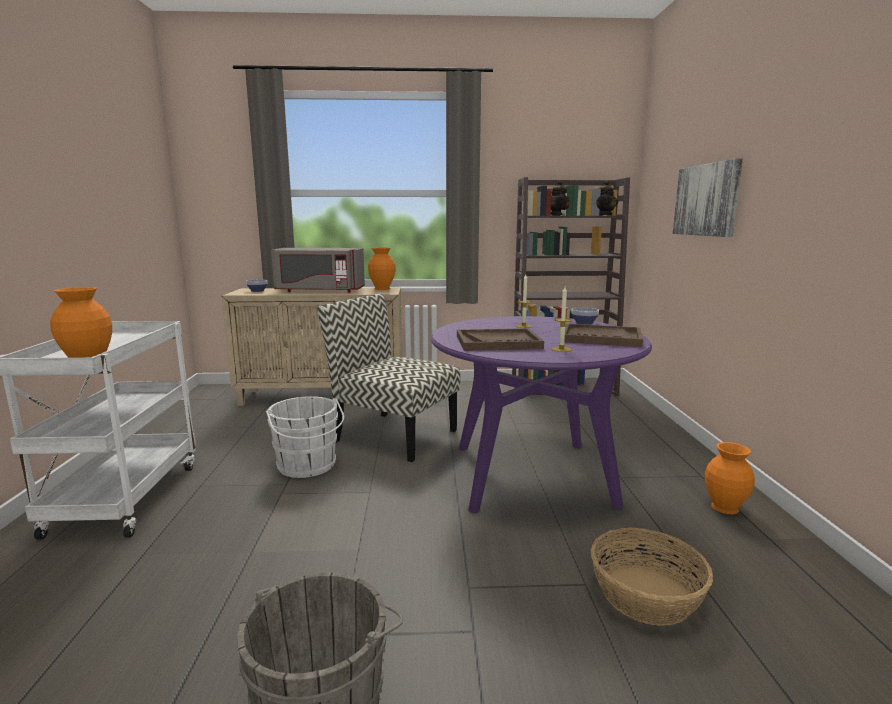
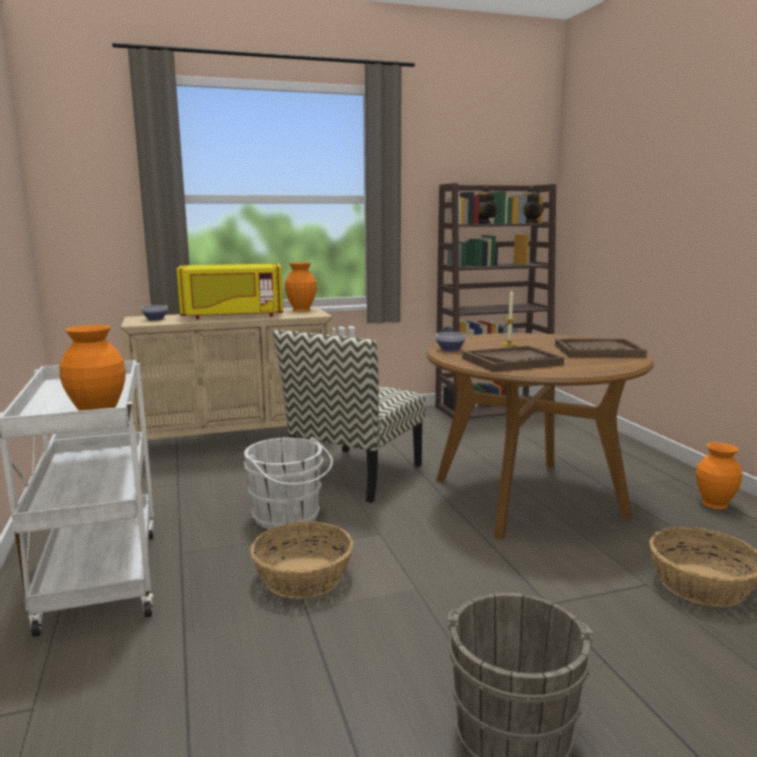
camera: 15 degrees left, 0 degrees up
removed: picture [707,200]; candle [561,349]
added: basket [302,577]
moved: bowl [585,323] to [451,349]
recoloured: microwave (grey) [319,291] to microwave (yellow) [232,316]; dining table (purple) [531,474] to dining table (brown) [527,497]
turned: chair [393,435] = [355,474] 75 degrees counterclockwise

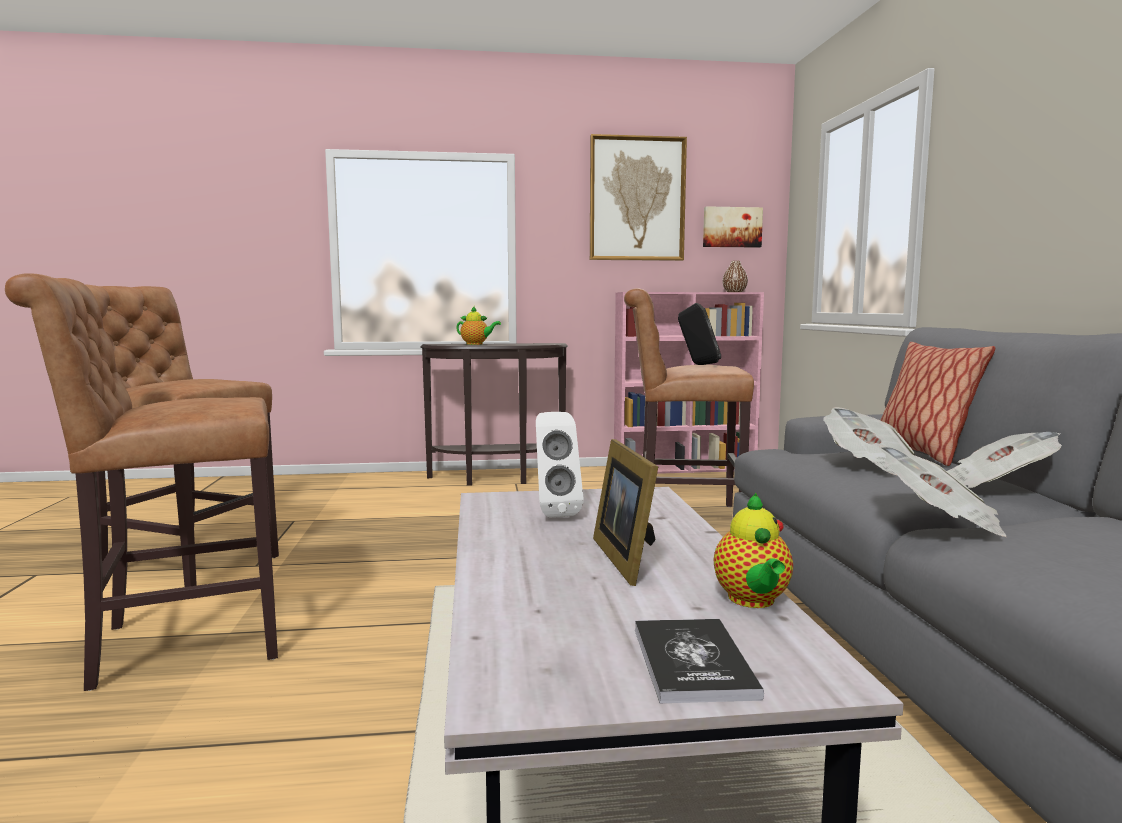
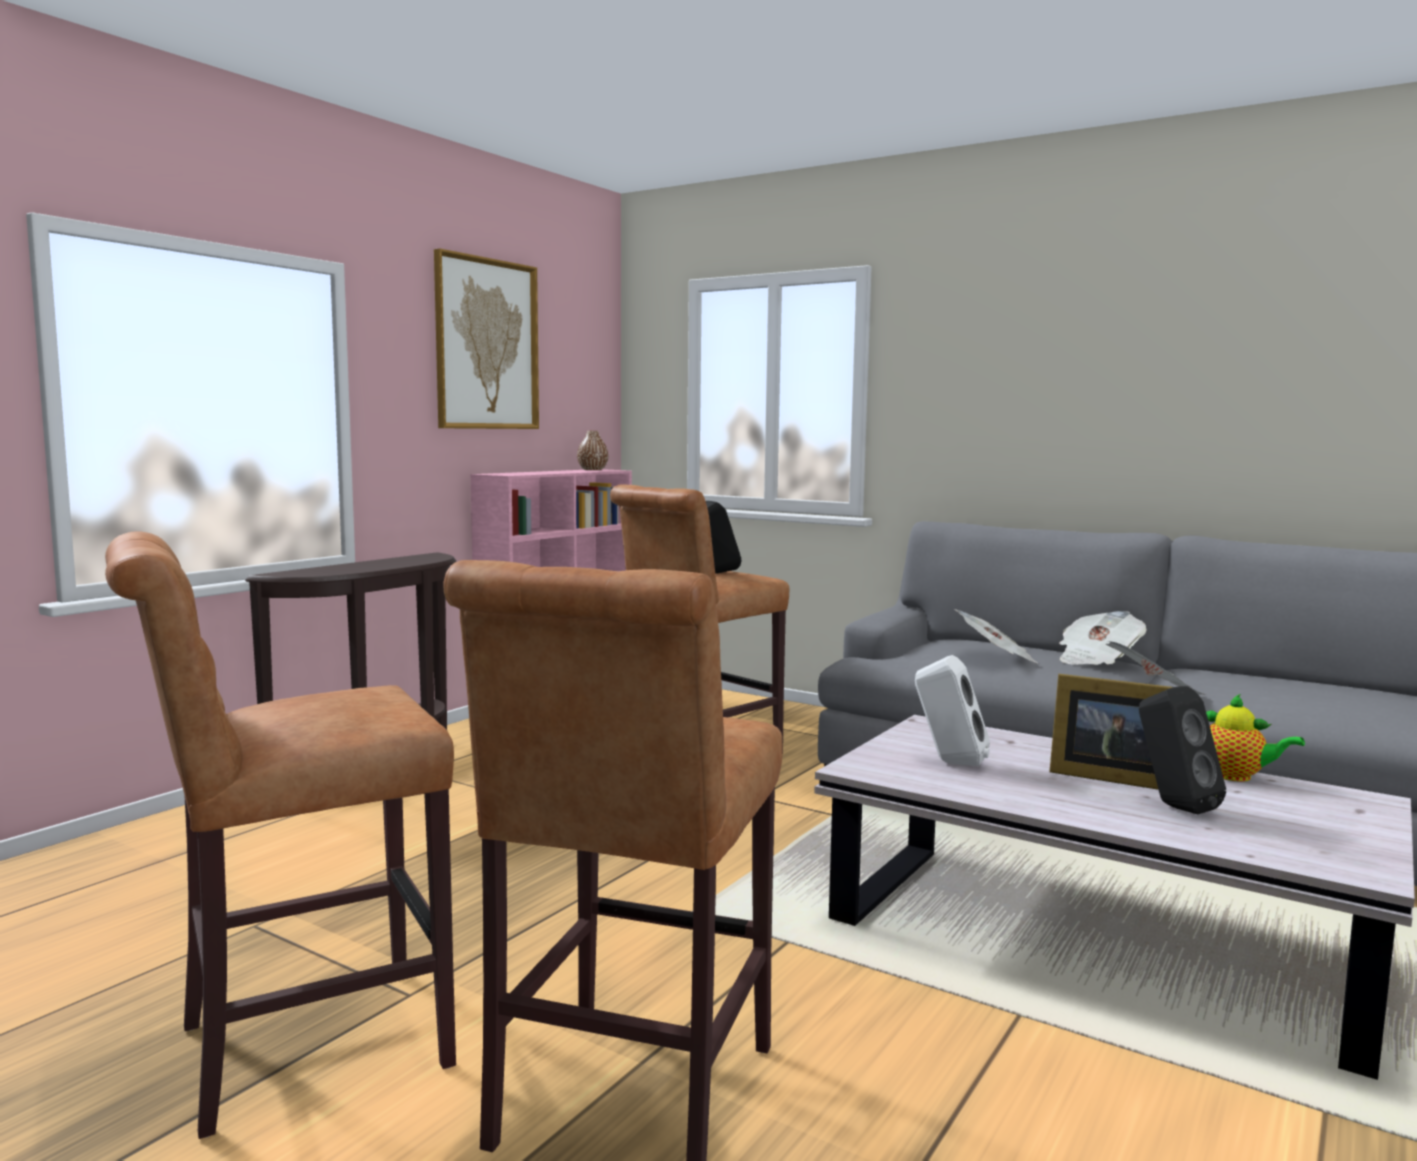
camera: 50 degrees left, 0 degrees up
removed: picture [731,227]; teapot [476,344]; pillow [922,454]; book [693,662]
added: speaker (black) [1173,806]

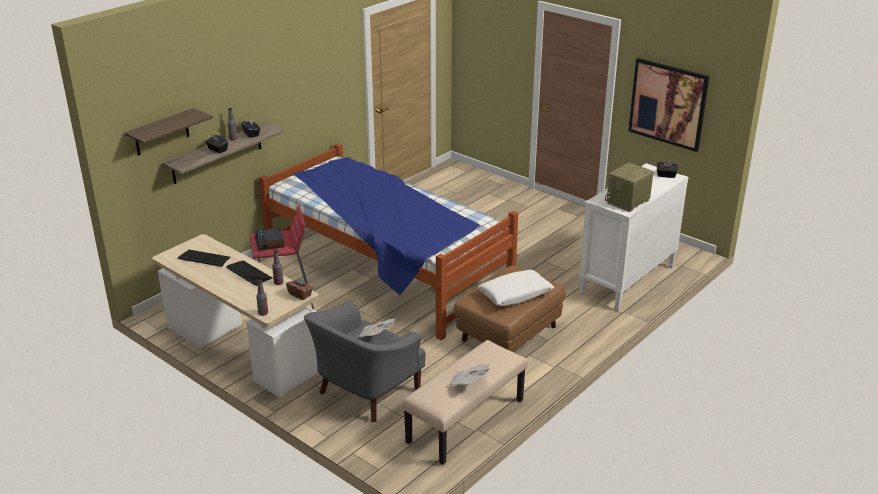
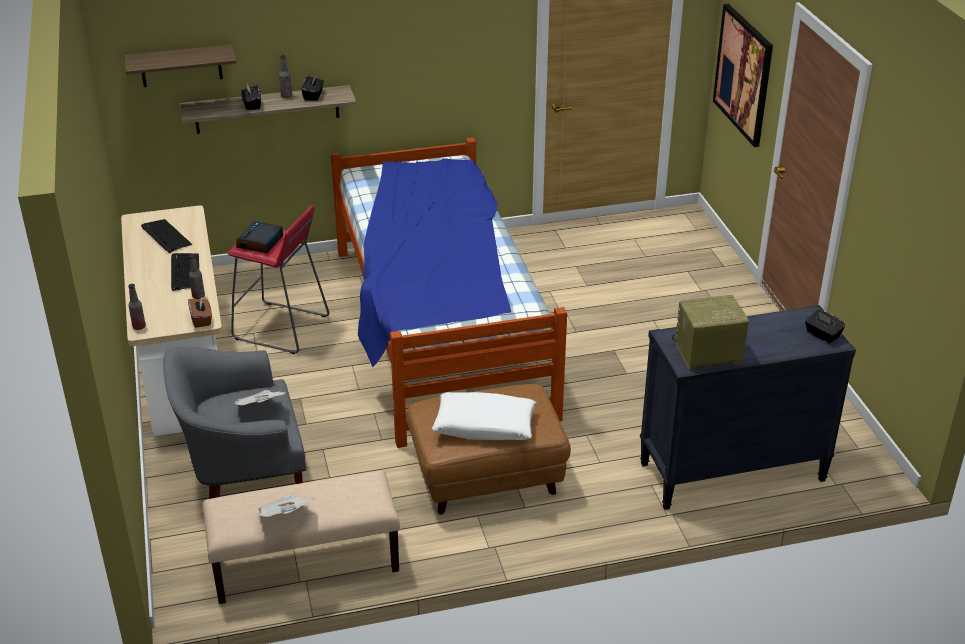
camera: 35 degrees right, 5 degrees up
moved: picture [668,104] to [743,74]
recoloured: dresser (white) [627,281] to dresser (black) [731,472]

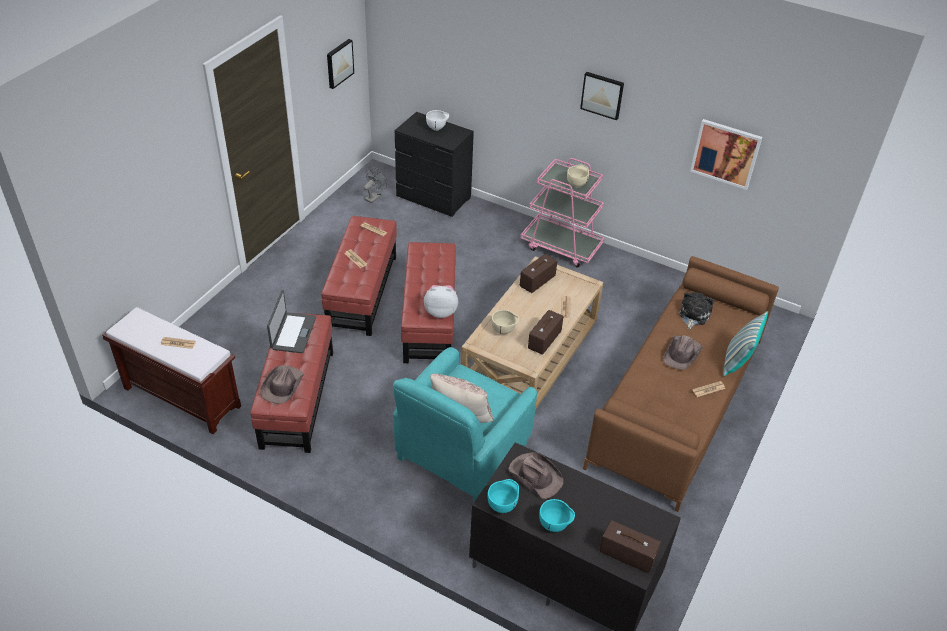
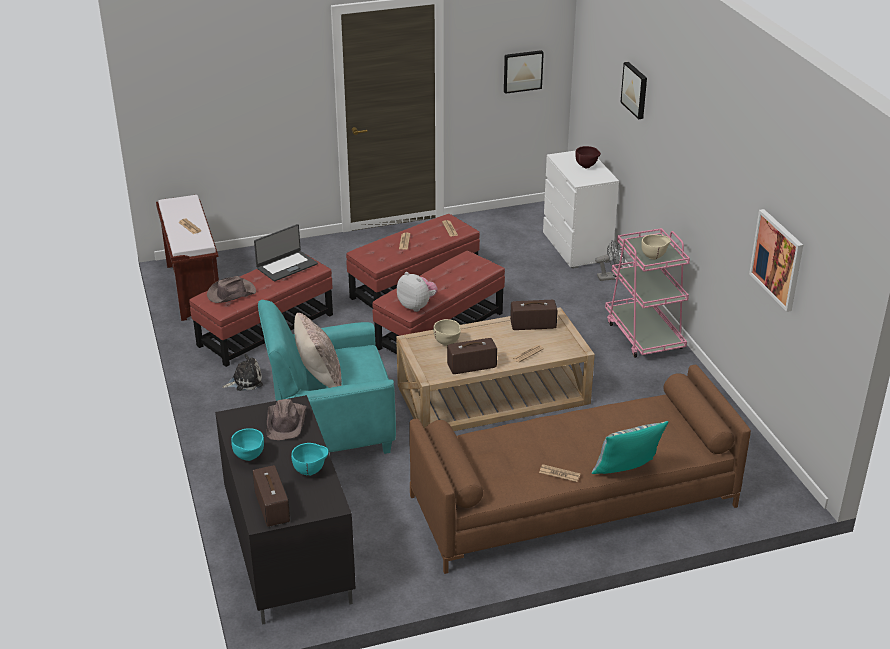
camera: 45 degrees right, 10 degrees down
removed: hat (brown) [682,354]
moved: picture [602,95] to [635,90]; fan (grey) [374,197] to [610,277]; plush toy [693,315] to [245,381]; bowl (turquoise) [503,505] to [311,472]
recoloured: bowl (white) [437,128] to bowl (brown) [587,167]; dresser (black) [434,197] to dresser (white) [577,248]

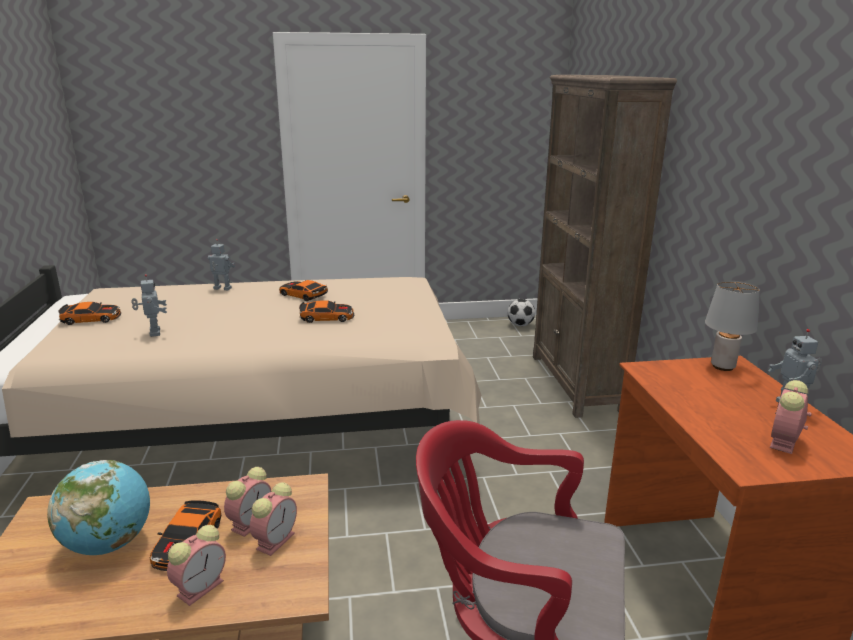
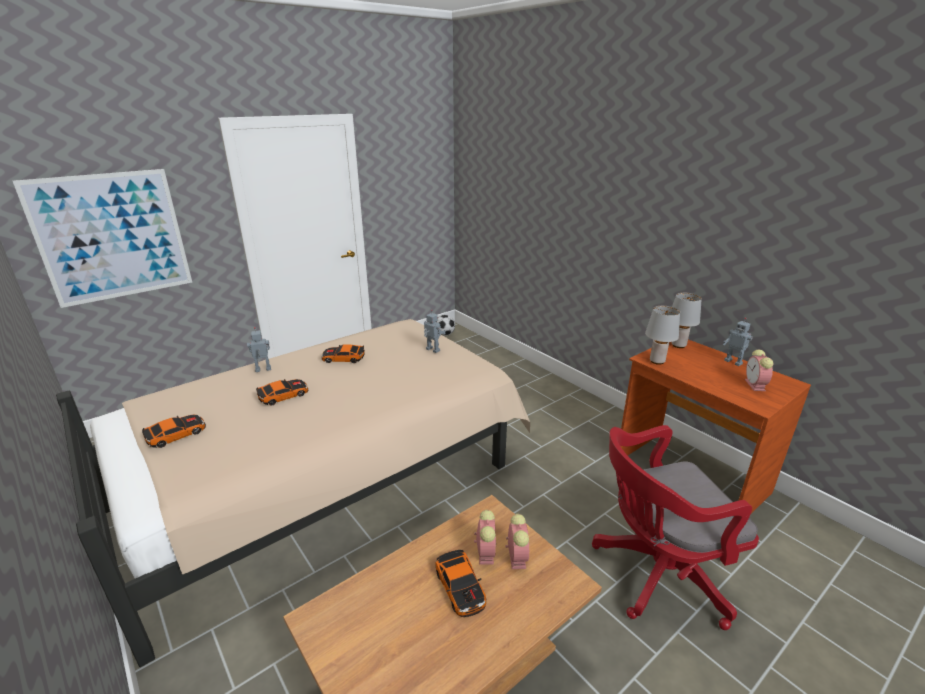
camera: 30 degrees left, 5 degrees up
removed: bookcase (brown) [576,383]; globe [109,543]; alarm clock [201,587]
added: picture [112,237]; table lamp (grey) [656,361]
moved: toy robot [153,333] to [432,350]; toy car [327,317] to [283,395]

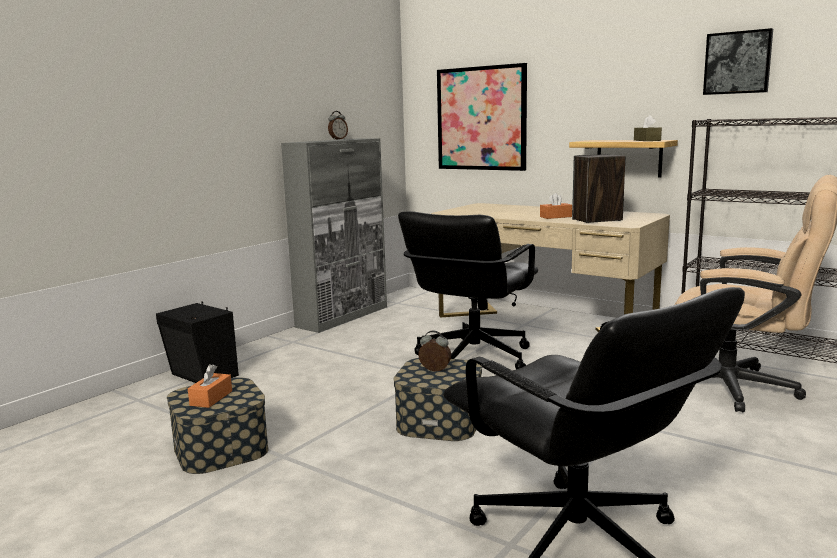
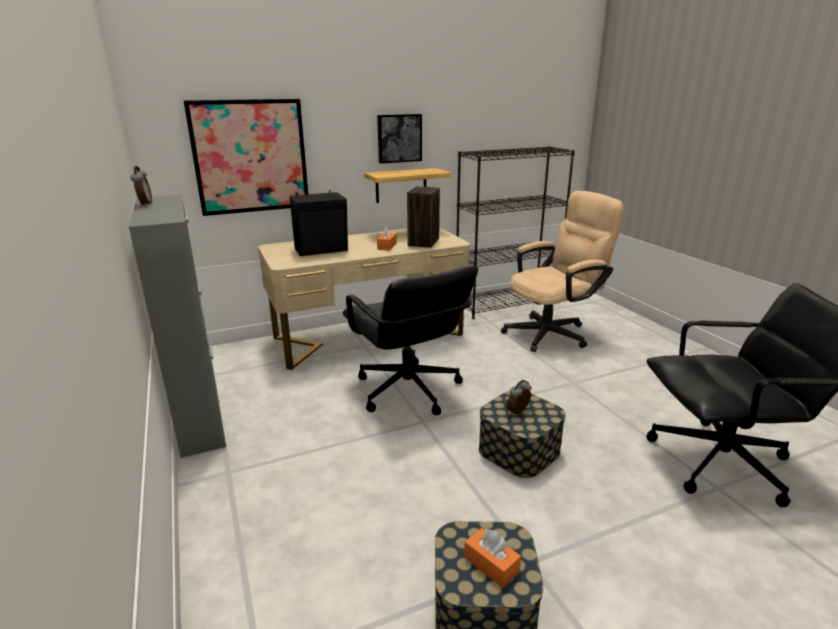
camera: 60 degrees left, 10 degrees up
removed: tissue box (brown) [647,140]
moved: picture [737,63] to [399,138]; speaker (black) [202,376] to [322,250]

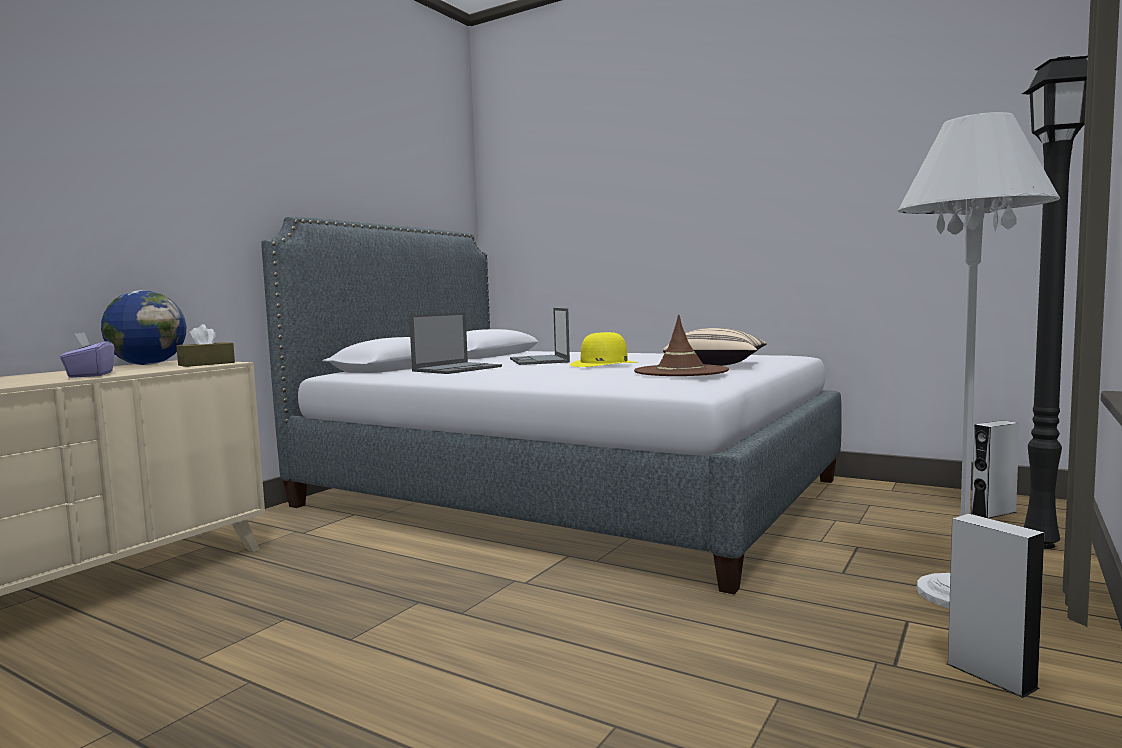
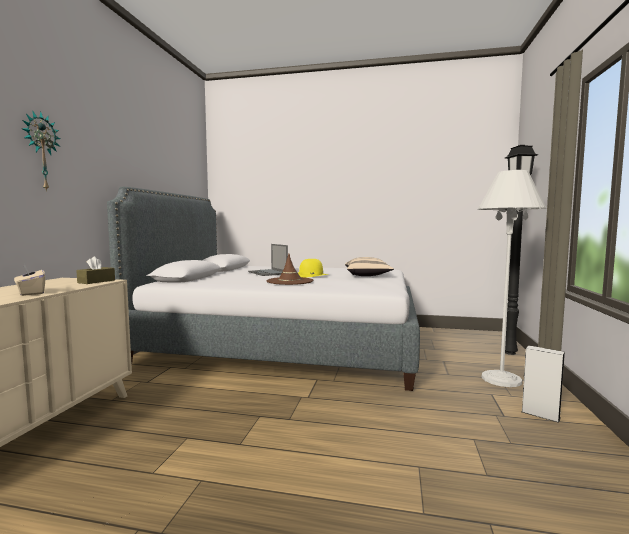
camera: 20 degrees left, 0 degrees up
removed: globe [147,364]; laptop [458,369]; speaker (grey) [993,513]
added: wall clock [40,152]
moved: hat (brown) [680,371] to [290,281]
recoloured: tissue box (purple) [90,375] to tissue box (beige) [31,293]

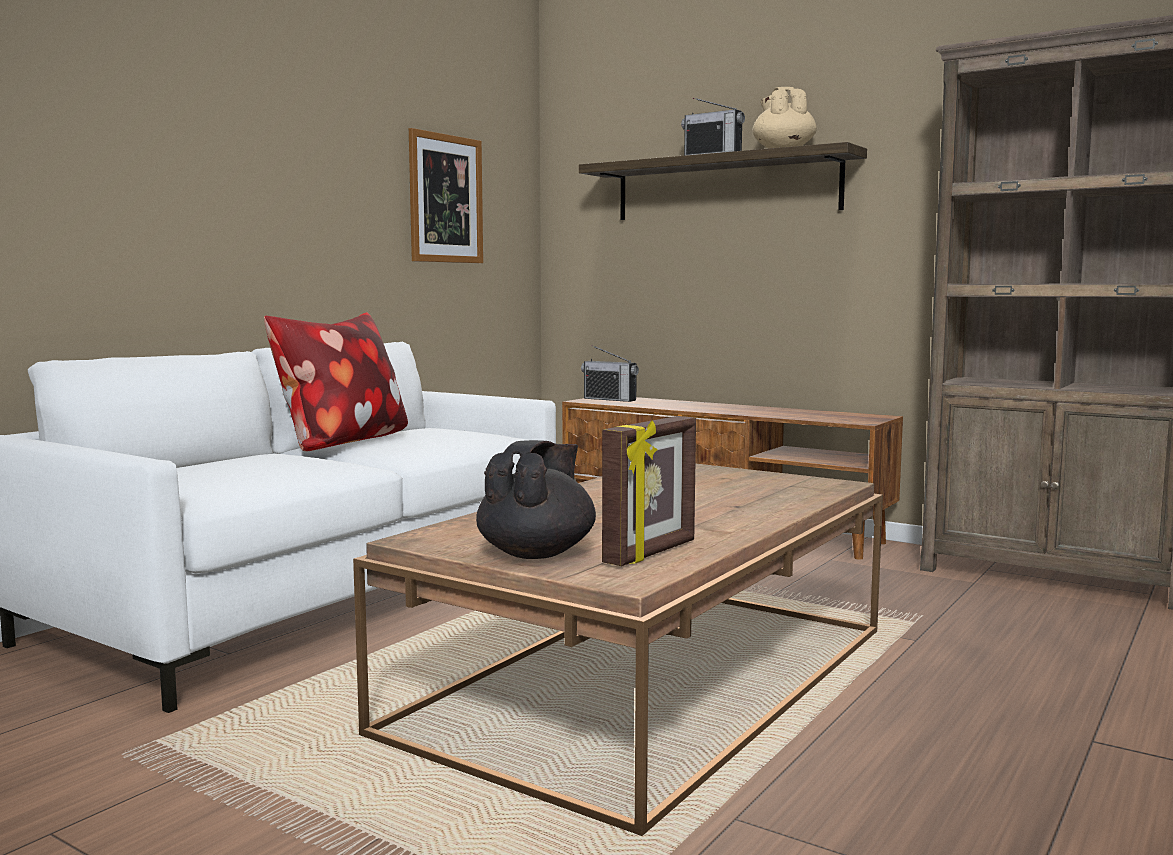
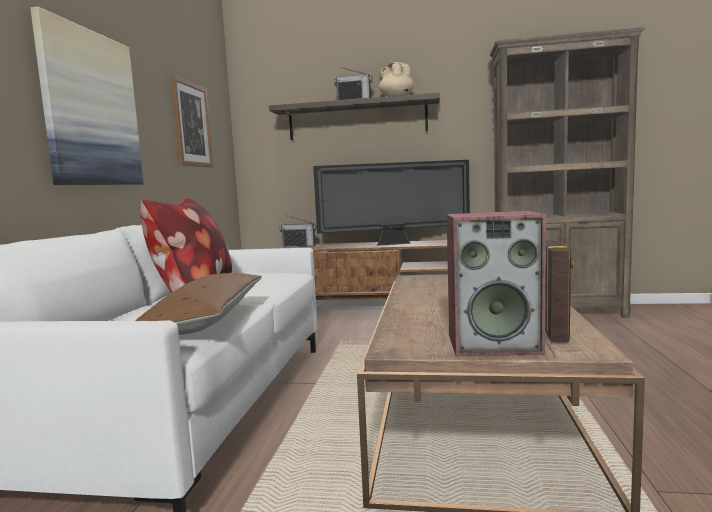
camera: 25 degrees left, 0 degrees up
added: picture [91,109]; television [395,243]; pillow (brown) [204,321]
replaced: teapot (black) [537,553] to speaker [494,344]

